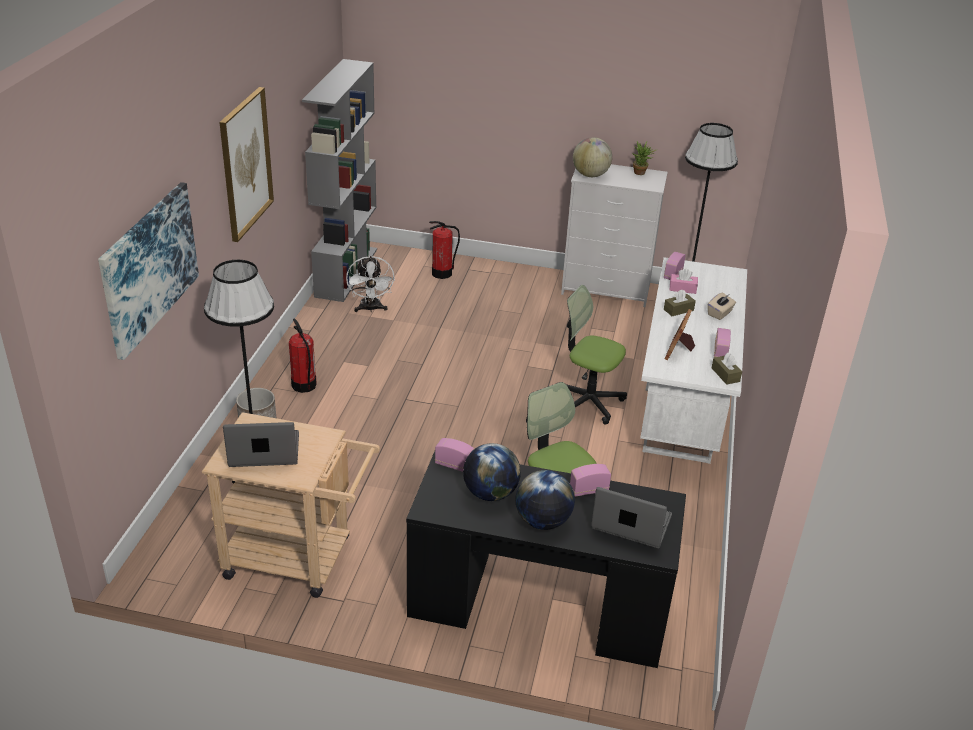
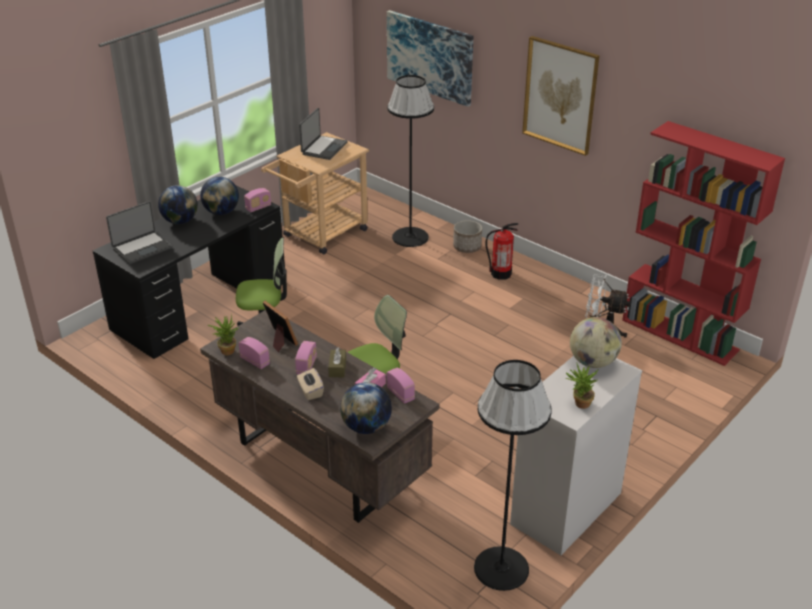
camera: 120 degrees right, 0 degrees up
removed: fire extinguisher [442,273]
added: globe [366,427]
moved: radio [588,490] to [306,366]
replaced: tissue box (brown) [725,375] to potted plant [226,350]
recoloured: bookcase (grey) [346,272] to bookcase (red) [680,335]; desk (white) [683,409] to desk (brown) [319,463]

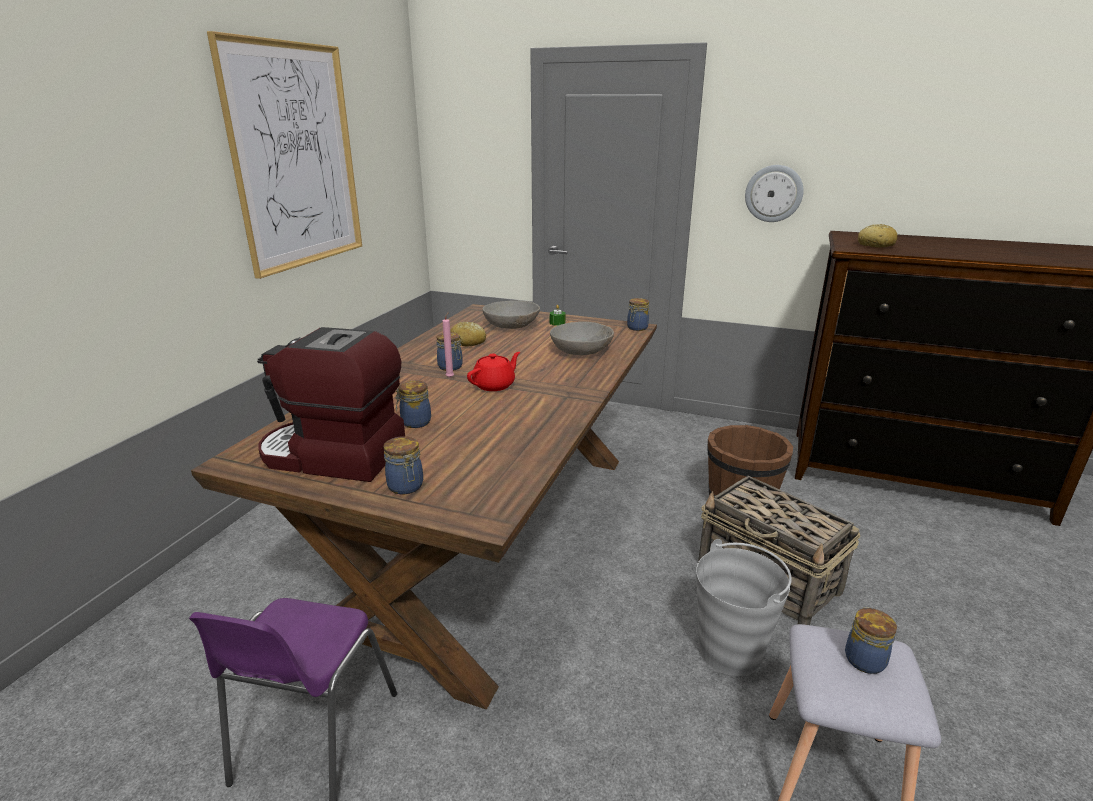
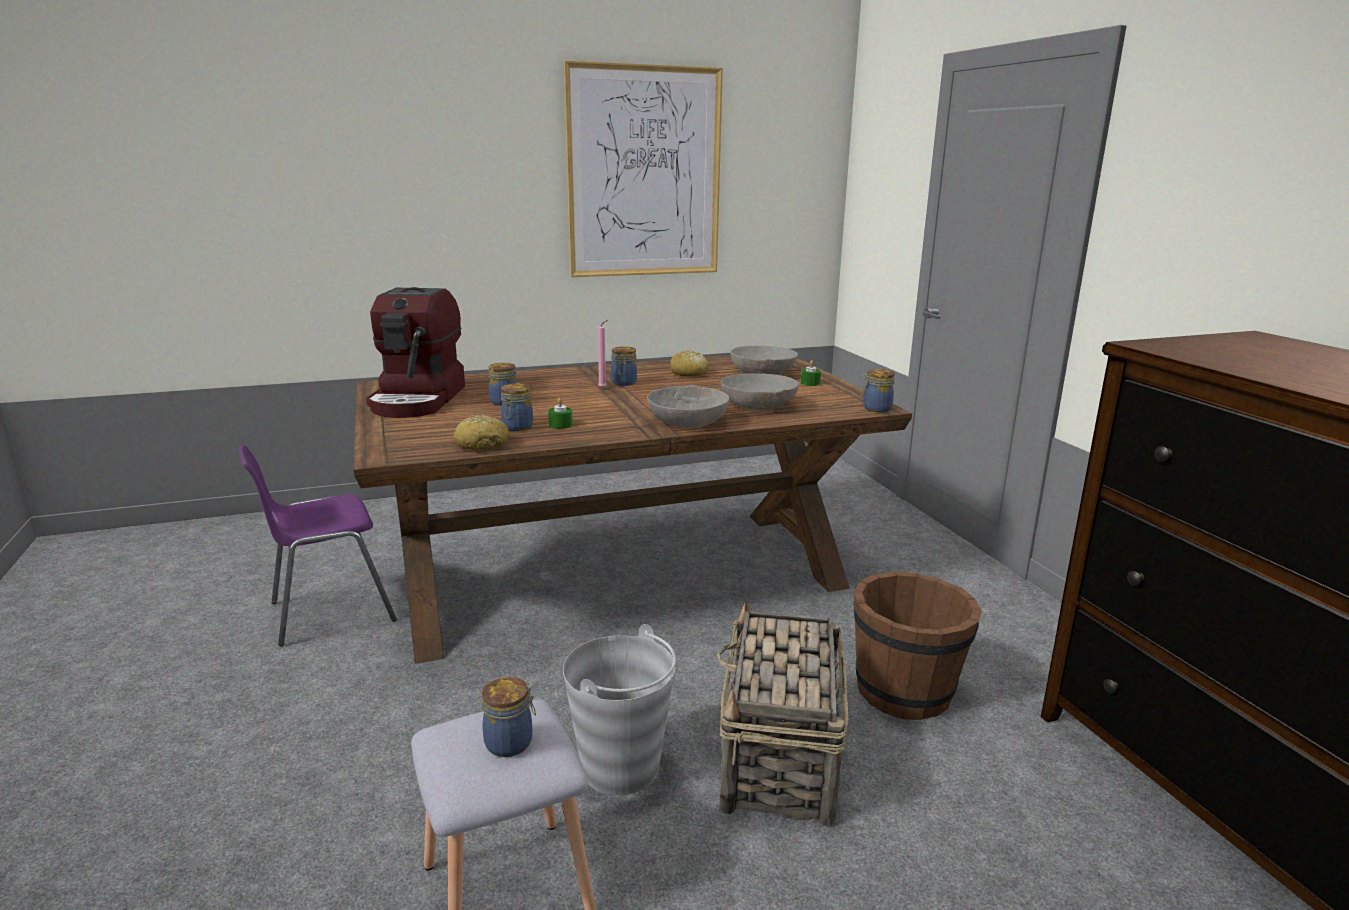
camera: 50 degrees right, 5 degrees down
removed: wall clock [773,193]; teapot (red) [495,385]
added: bowl (grey) [687,422]; candle (green) [560,425]
moved: bread [875,245] to [482,445]; jar [406,487] to [516,427]
turned: coffee machine [333,456] = [419,400] 150 degrees counterclockwise

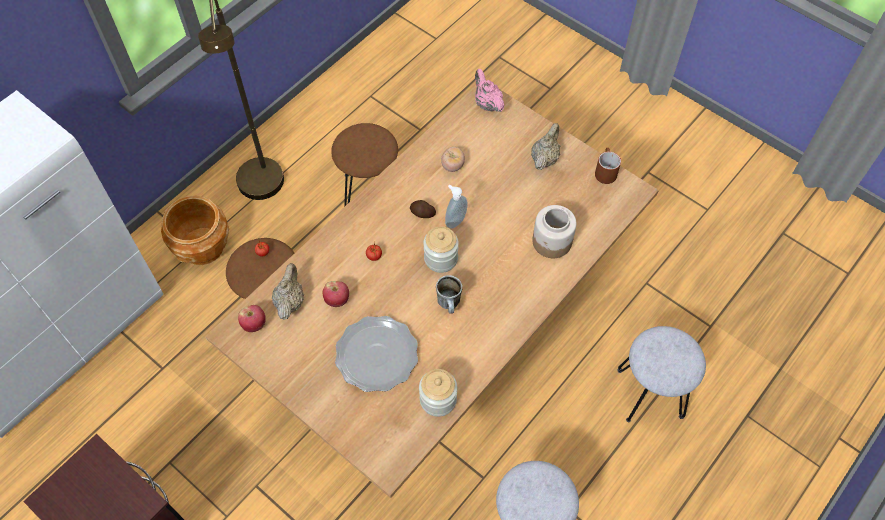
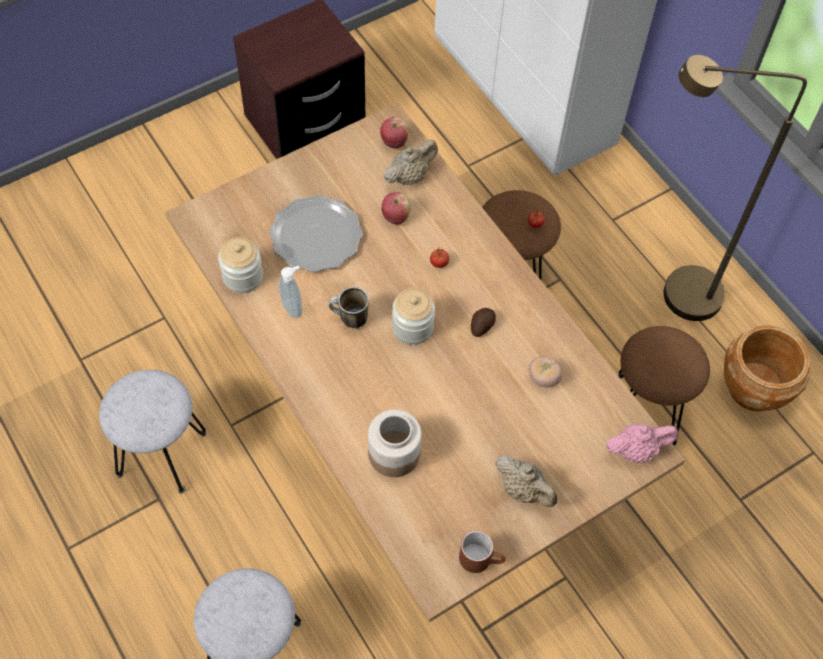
camera: 105 degrees right, 0 degrees up
moved: soap dispenser [455,220] to [293,307]; planter (brown) [203,247] to [753,388]
turned: teapot (beige) [290,301] = [410,176] 60 degrees counterclockwise

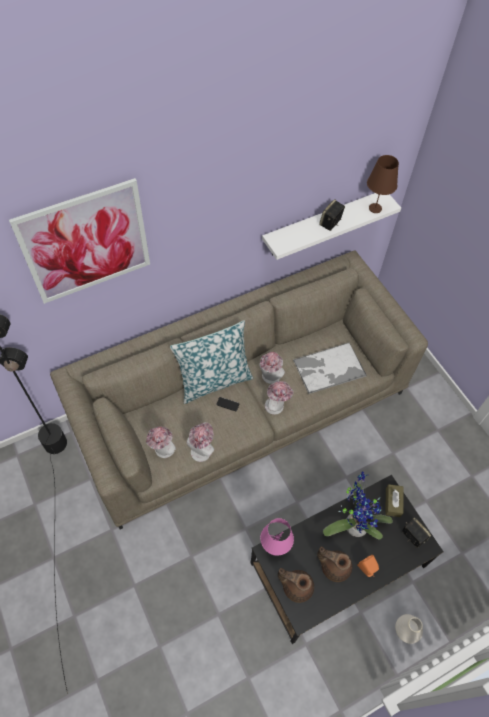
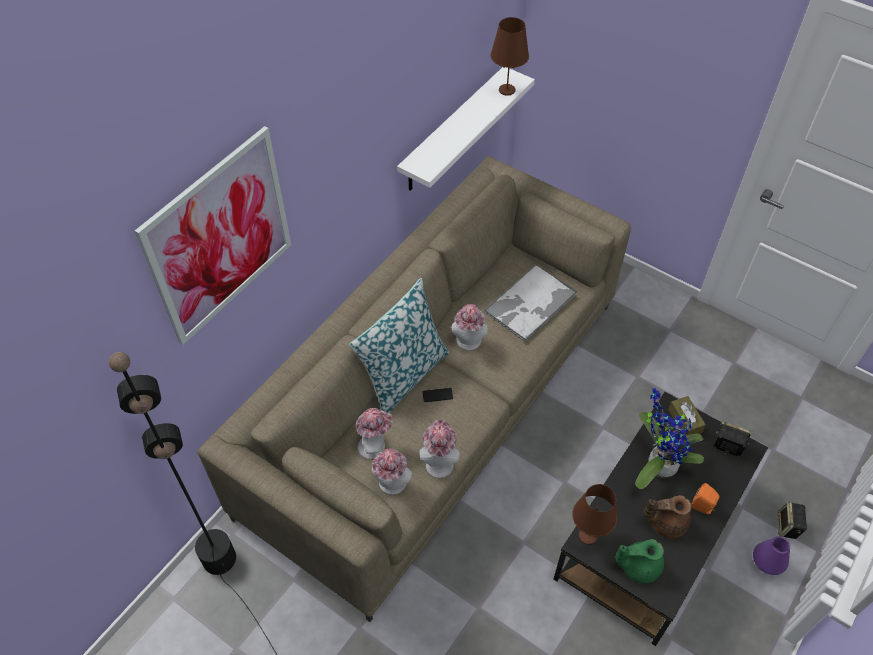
camera: 25 degrees left, 5 degrees down
moved: speaker [330,223] to [787,527]; hat [277,406] to [375,446]
recoloured: table lamp (pink) [274,548] to table lamp (brown) [587,535]; teapot (brown) [296,586] to teapot (green) [638,566]; vase (white) [406,630] to vase (purple) [766,563]

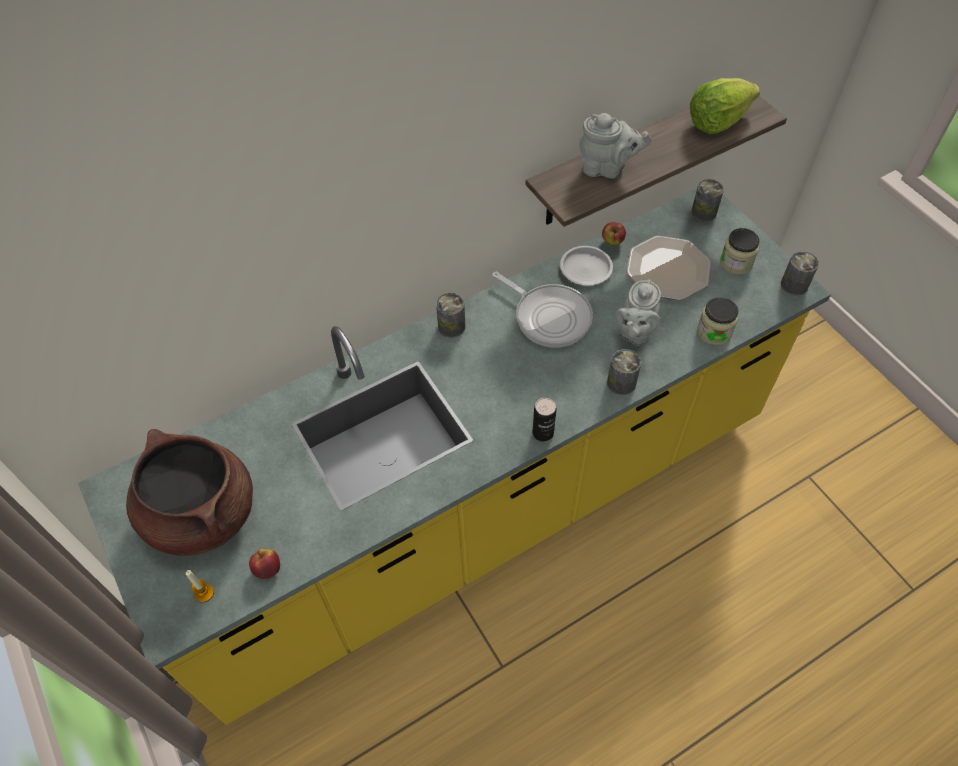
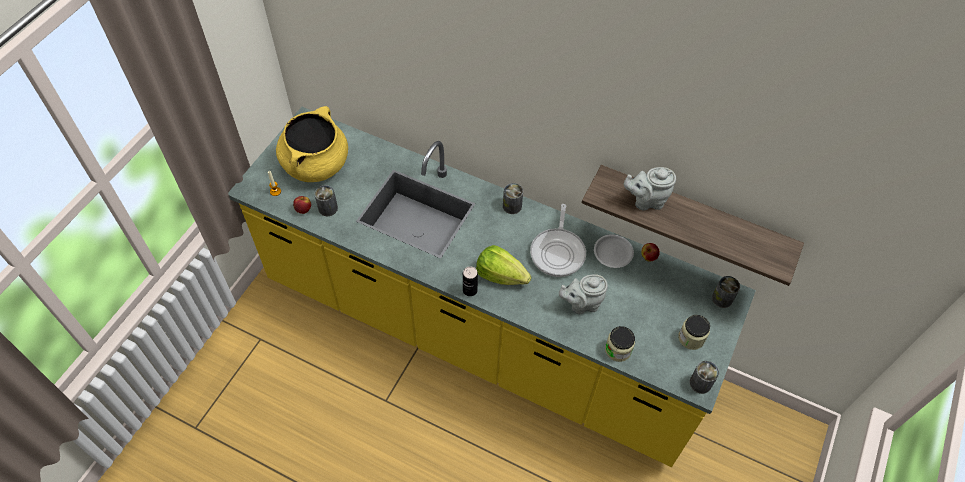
camera: 55 degrees right, 0 degrees up
removed: plate [667,268]
moved: lettuce [717,121] to [501,275]; can [621,383] to [328,208]
recoloured: cooking pot (brown) [201,514] to cooking pot (yellow) [316,164]
turned: teapot (grey) [607,168] = [646,201] 105 degrees clockwise

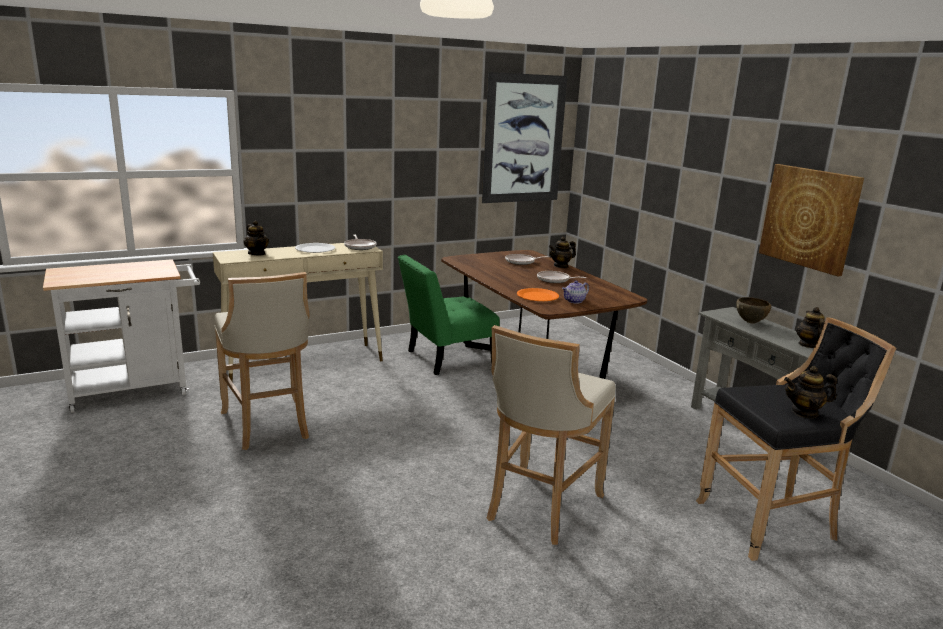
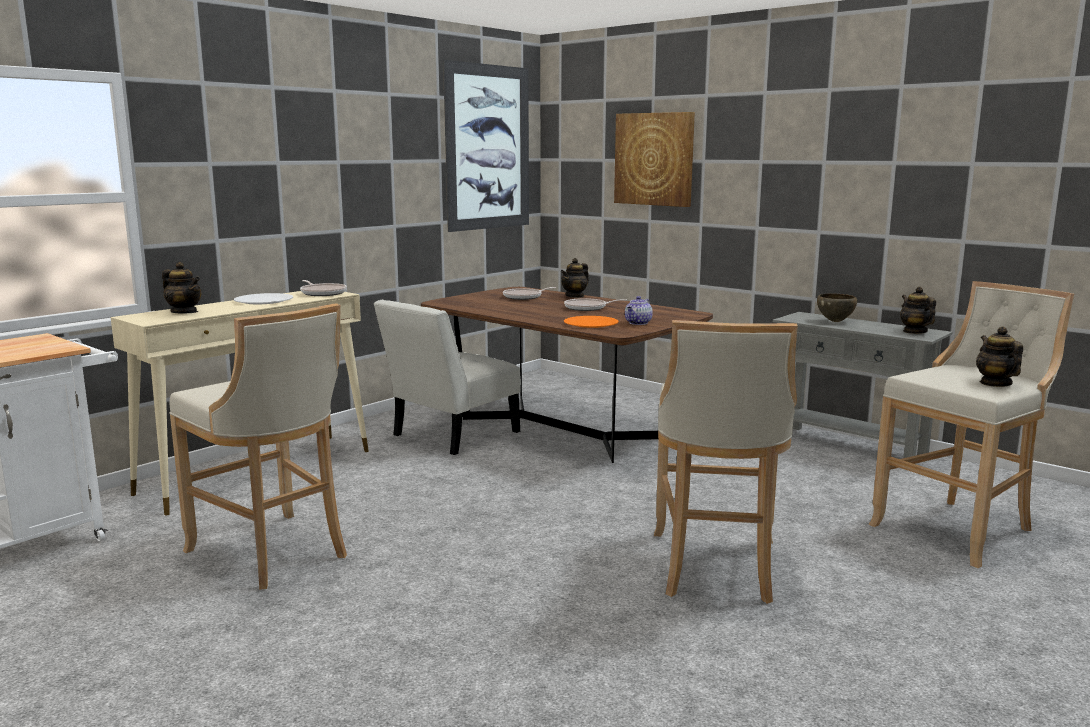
camera: 20 degrees left, 5 degrees down
moved: picture [809,218] to [654,159]
recoloured: chair (green) [446,358] to chair (white) [451,436]; stool (black) [771,523] to stool (beige) [958,529]
turned: teapot [804,412] = [995,383] 105 degrees clockwise

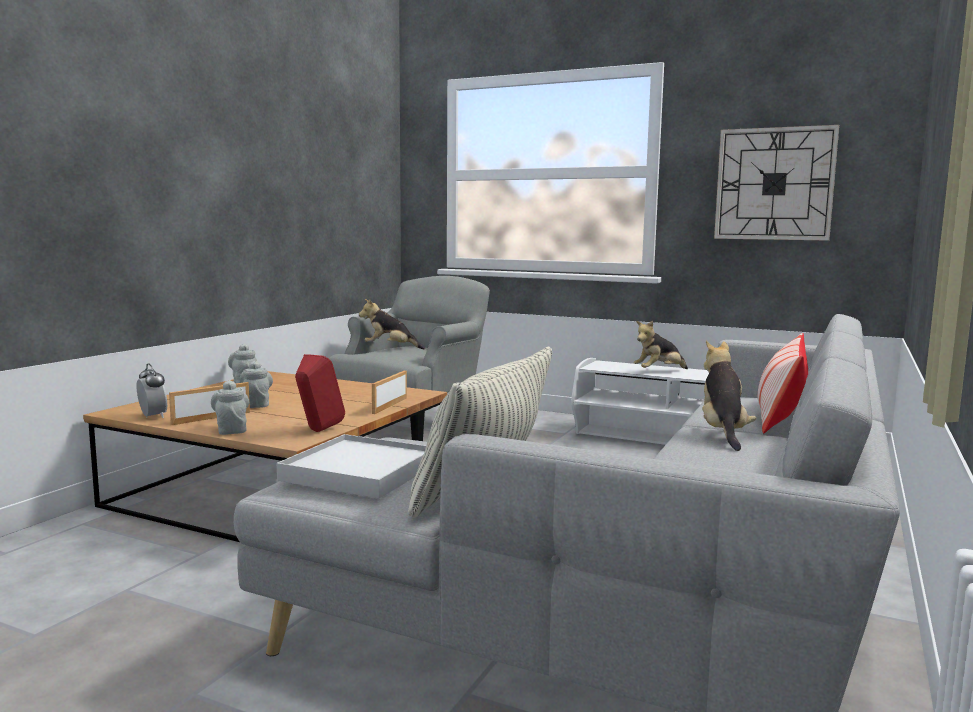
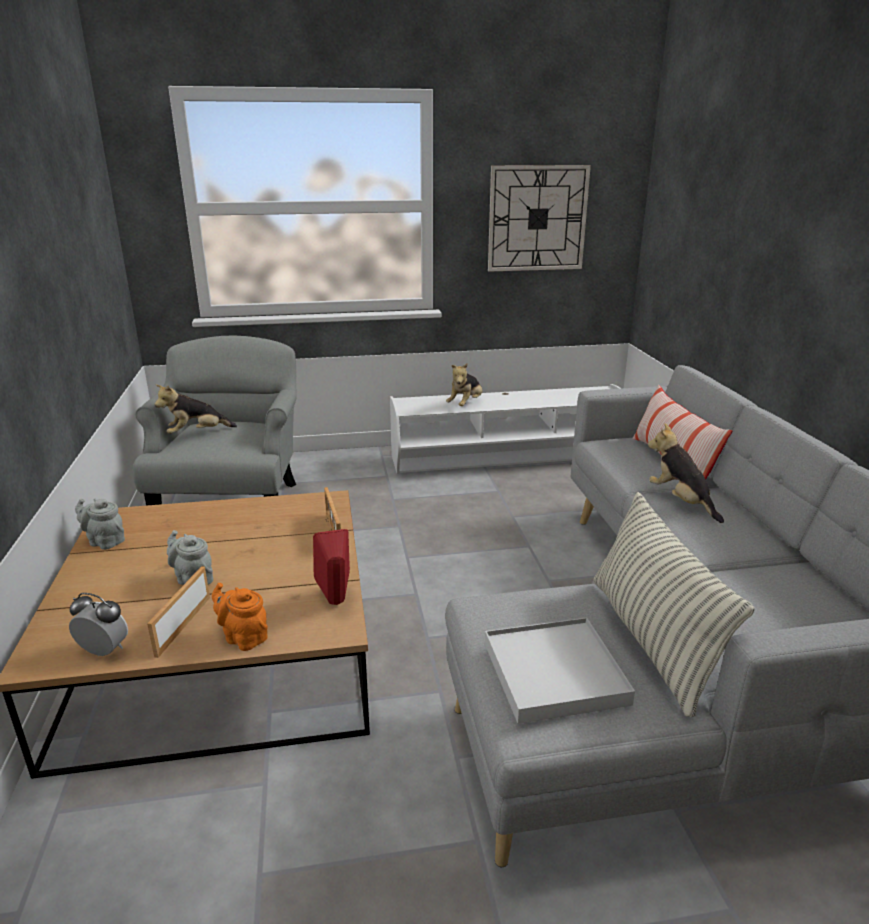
camera: 35 degrees left, 15 degrees up
recoloured: teapot (grey) [231,430] to teapot (orange) [243,637]

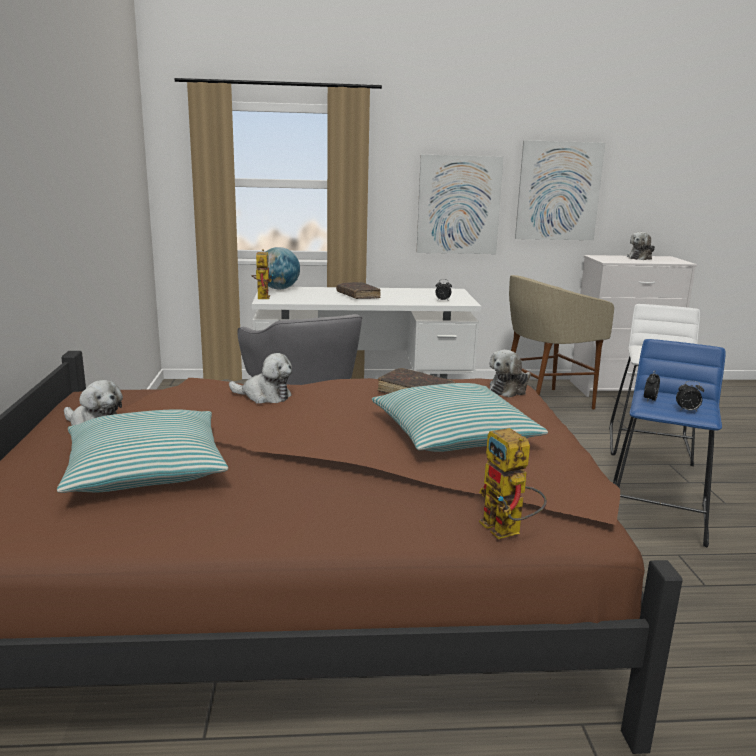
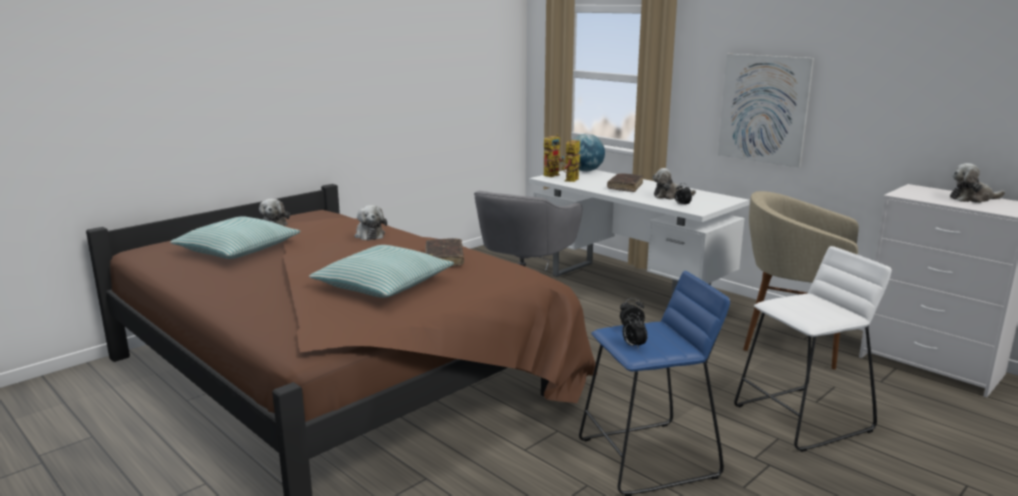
camera: 50 degrees right, 0 degrees up
removed: picture [558,191]
moved: plush toy [509,389] to [670,196]; toy robot [508,531] to [572,181]

